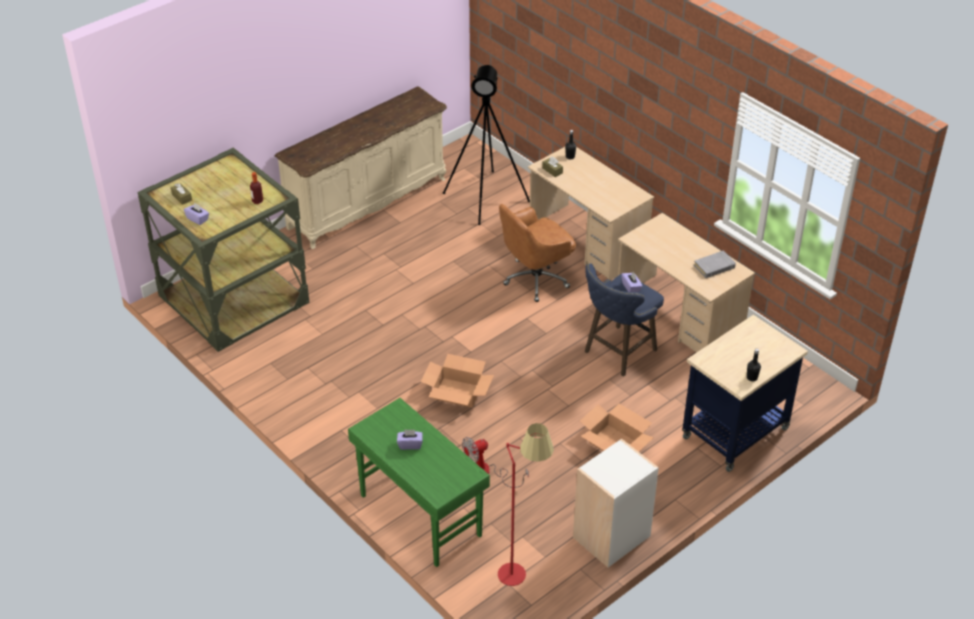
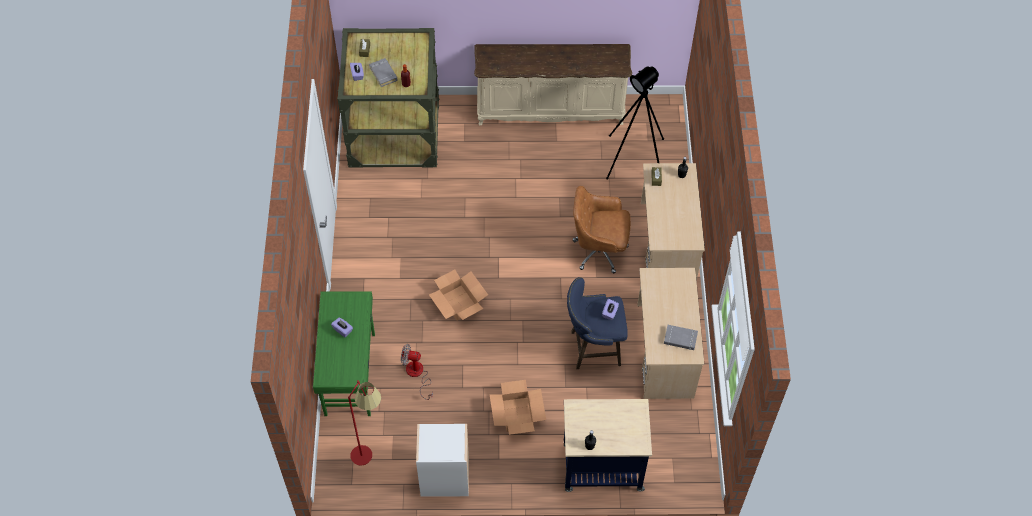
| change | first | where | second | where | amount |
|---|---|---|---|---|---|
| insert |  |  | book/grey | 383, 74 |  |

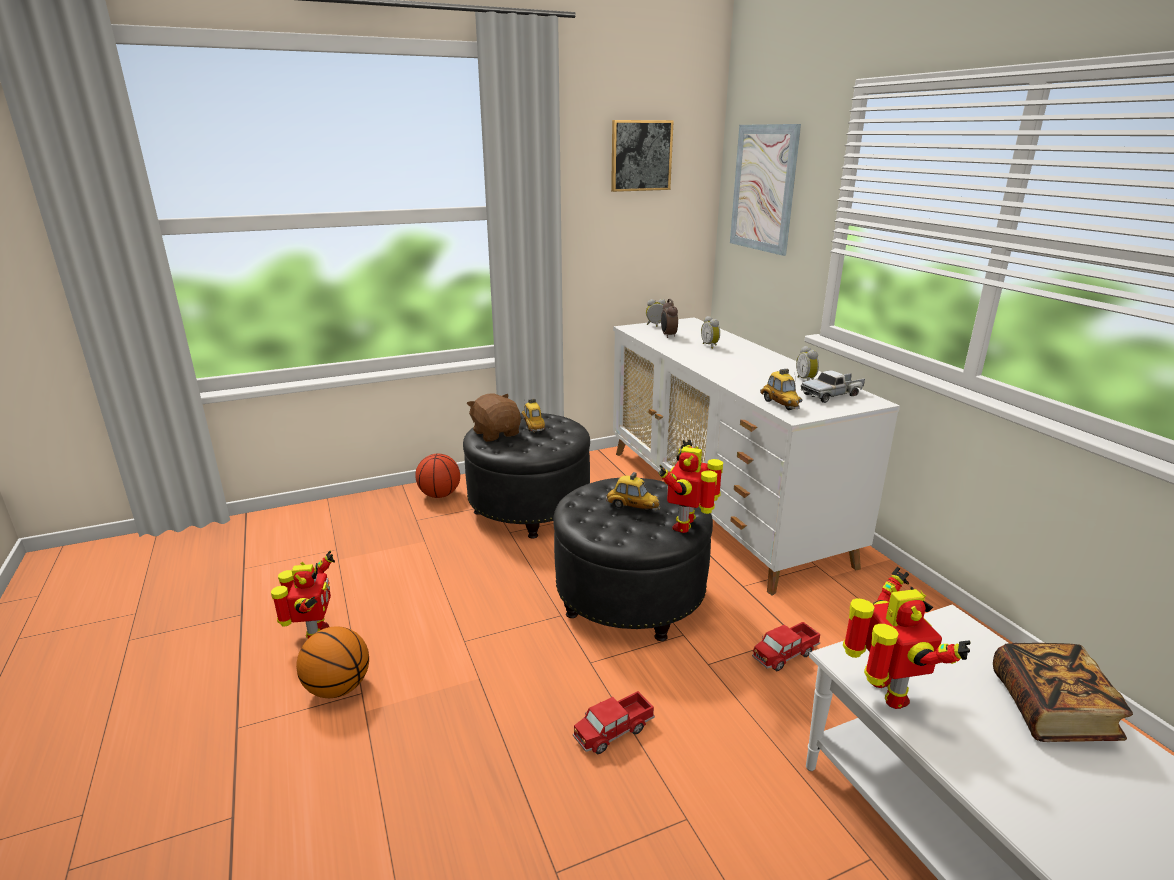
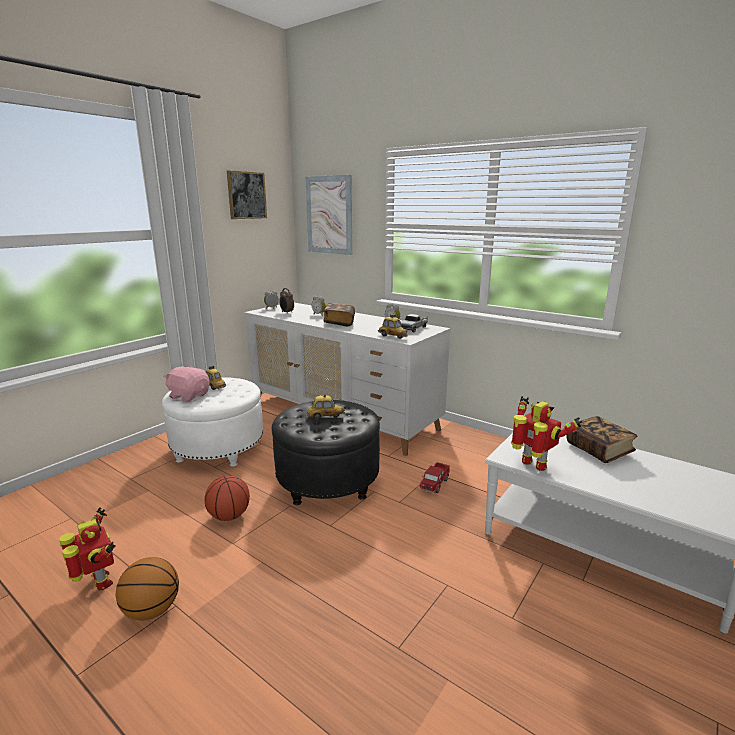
| change | first | where | second | where | amount |
|---|---|---|---|---|---|
| delete | toy truck | 613, 731 |  |  |  |
| delete | toy robot | 687, 525 |  |  |  |
| insert |  |  | book | 339, 323 |  |
| move | basketball | 439, 495 |  | 229, 516 |  |
| recolor | ottoman/black | 529, 509 | ottoman/white | 218, 449 |  |
| recolor | plush toy/brown | 496, 433 | plush toy/pink | 189, 396 |  |

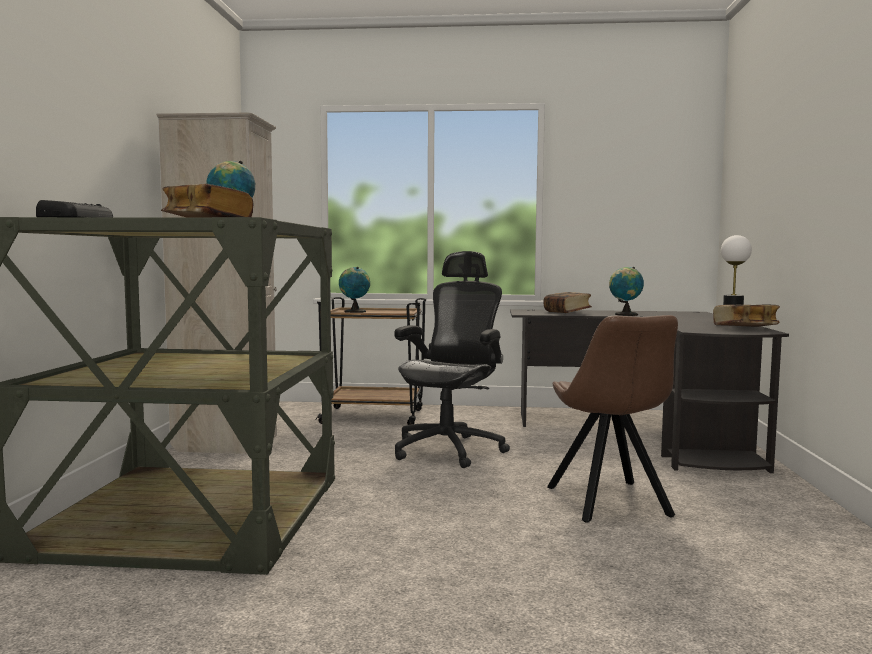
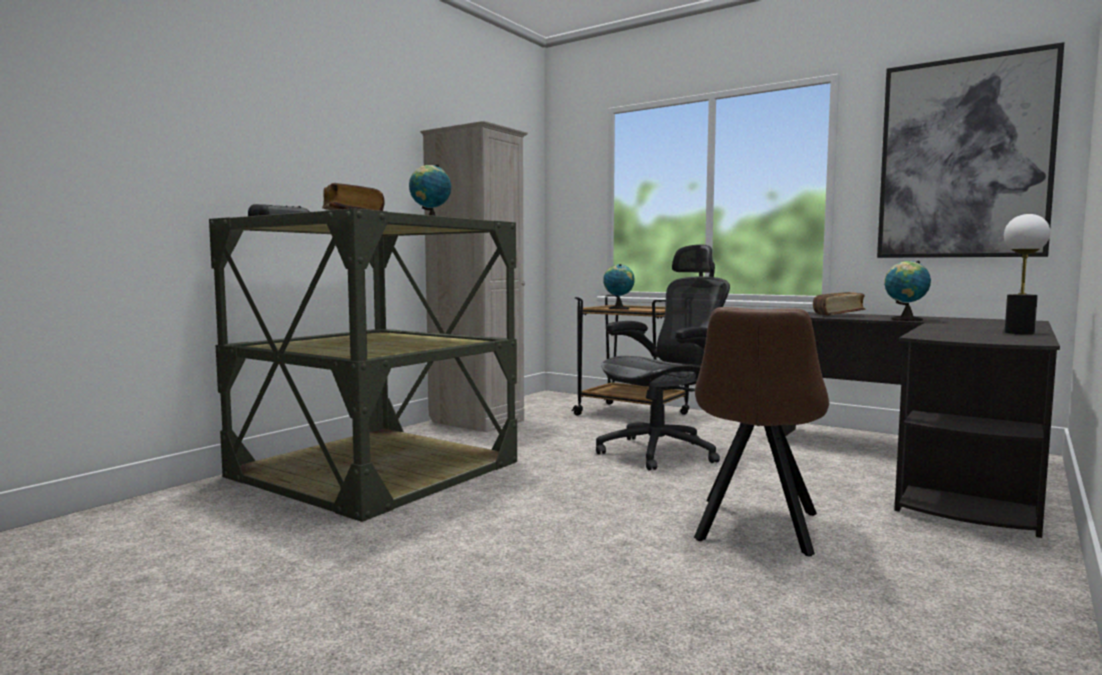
| change | first | where | second | where | amount |
|---|---|---|---|---|---|
| delete | book | 745, 328 |  |  |  |
| insert |  |  | picture | 964, 159 |  |

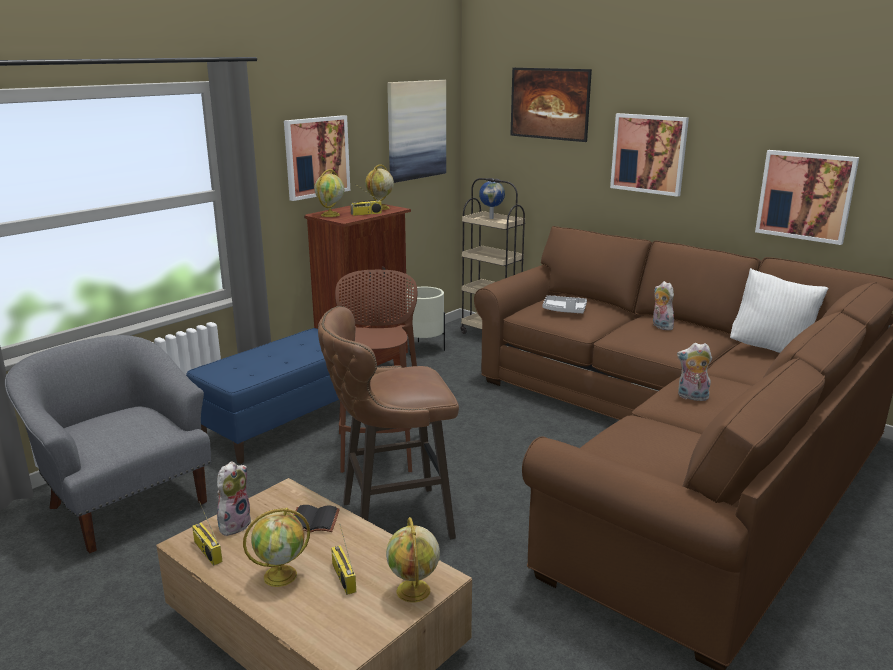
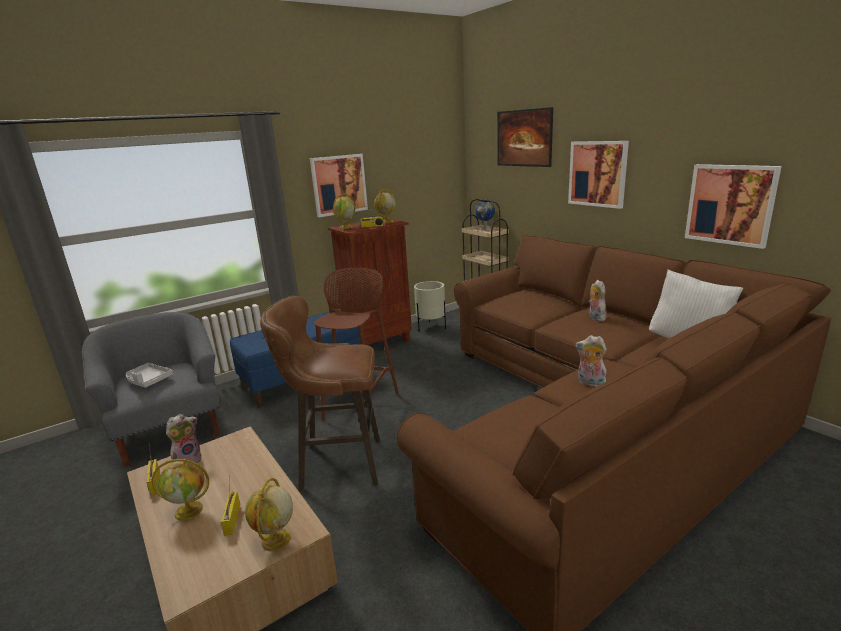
| change | first | where | second | where | amount |
|---|---|---|---|---|---|
| delete | book/black | 315, 520 |  |  |  |
| delete | picture | 416, 130 |  |  |  |
| move | tray/grey | 564, 310 |  | 148, 380 |  |

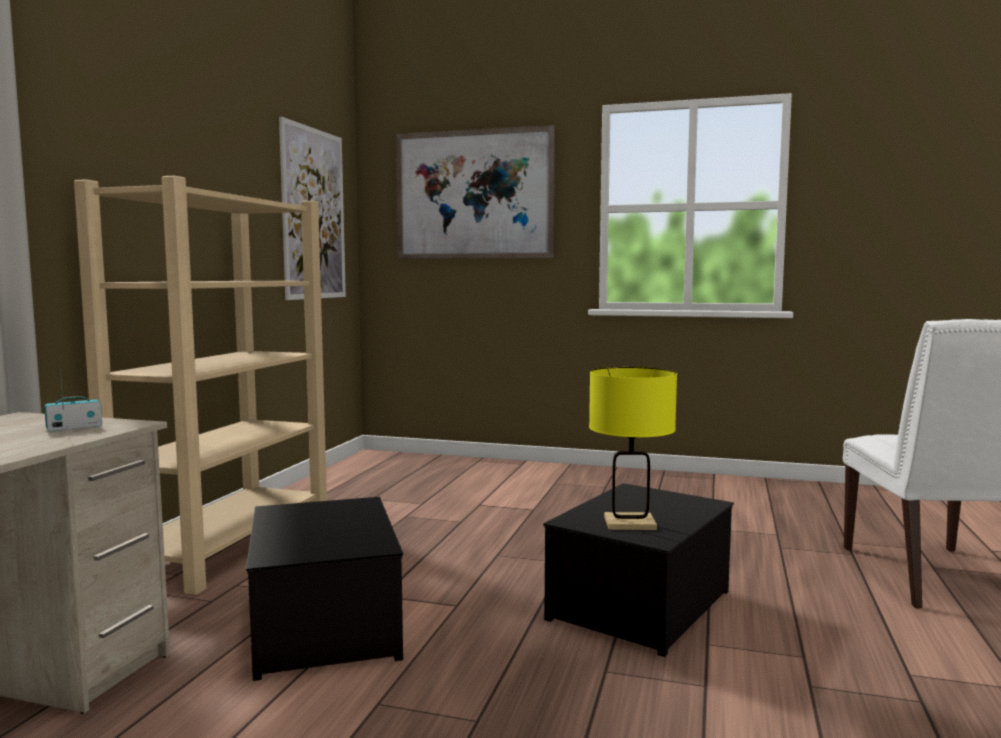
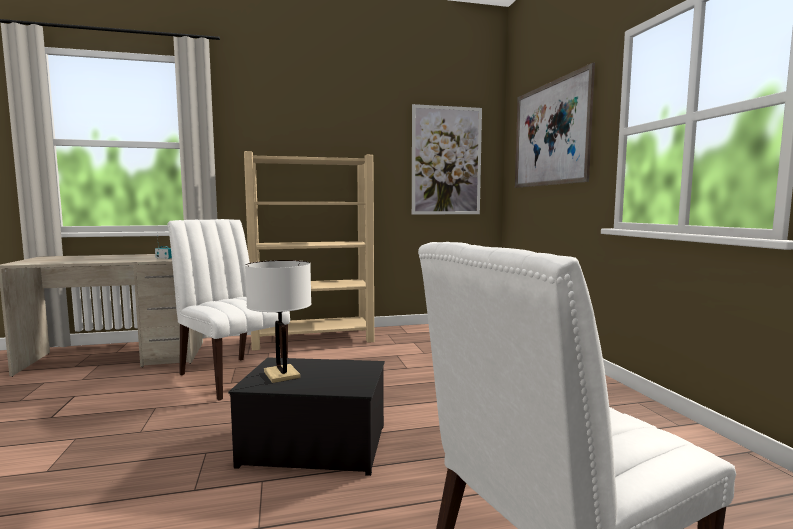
| change | first | where | second | where | amount |
|---|---|---|---|---|---|
| replace | storage box | 322, 625 | chair/white | 233, 377 |  |
| recolor | table lamp/yellow | 630, 523 | table lamp/white | 282, 374 |  |

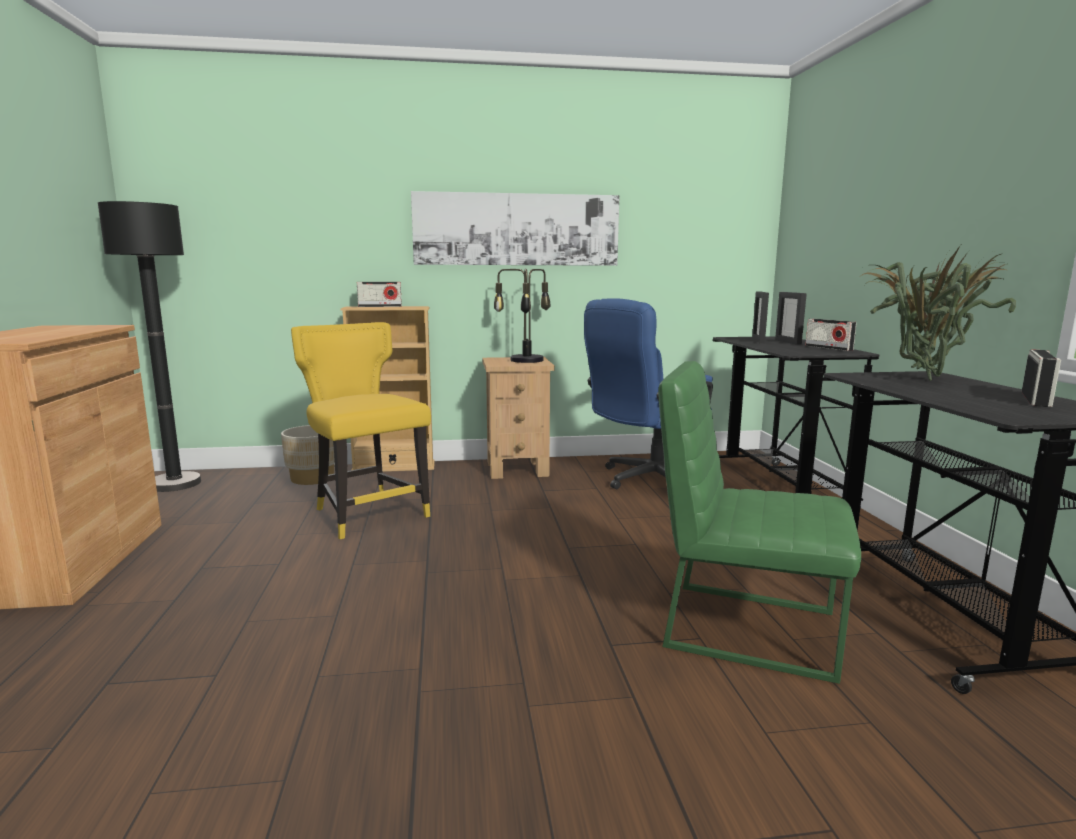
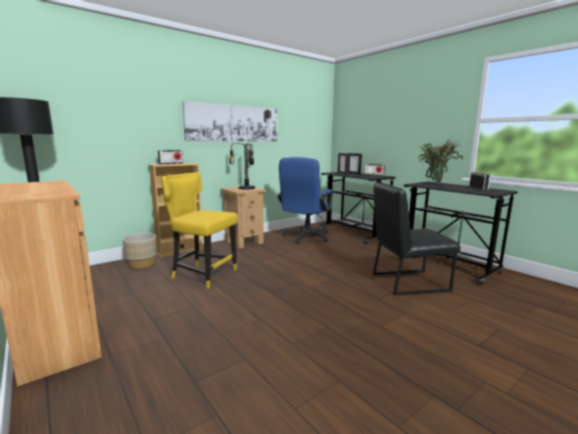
| change | first | where | second | where | amount |
|---|---|---|---|---|---|
| recolor | chair/green | 744, 627 | chair/black | 407, 282 |  |

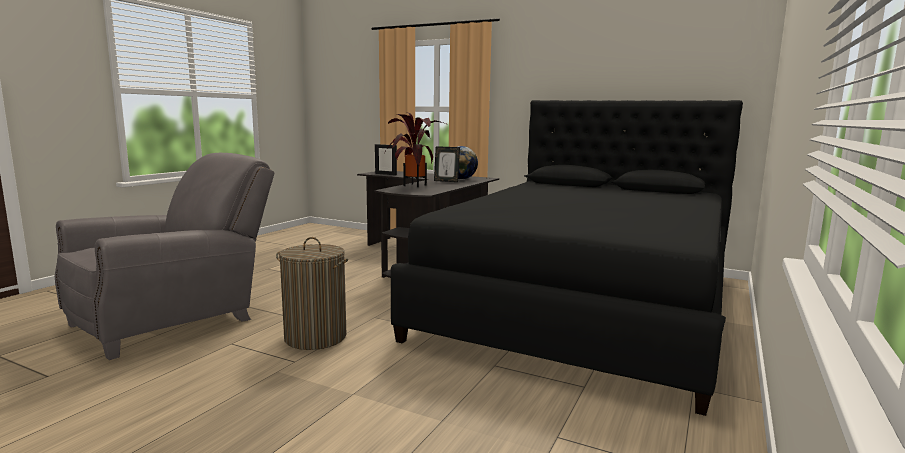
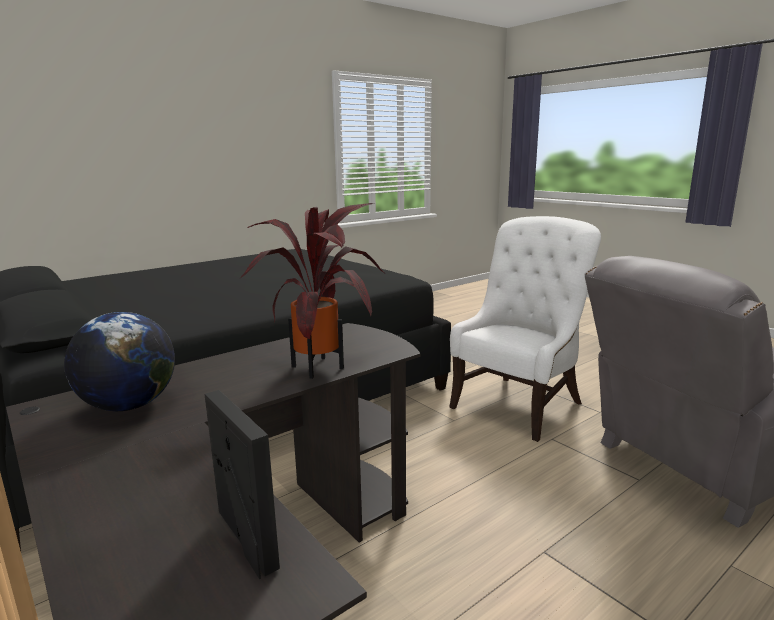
| change | first | where | second | where | amount |
|---|---|---|---|---|---|
| delete | picture frame | 446, 181 |  |  |  |
| replace | laundry basket | 315, 337 | chair/white | 518, 405 |  |

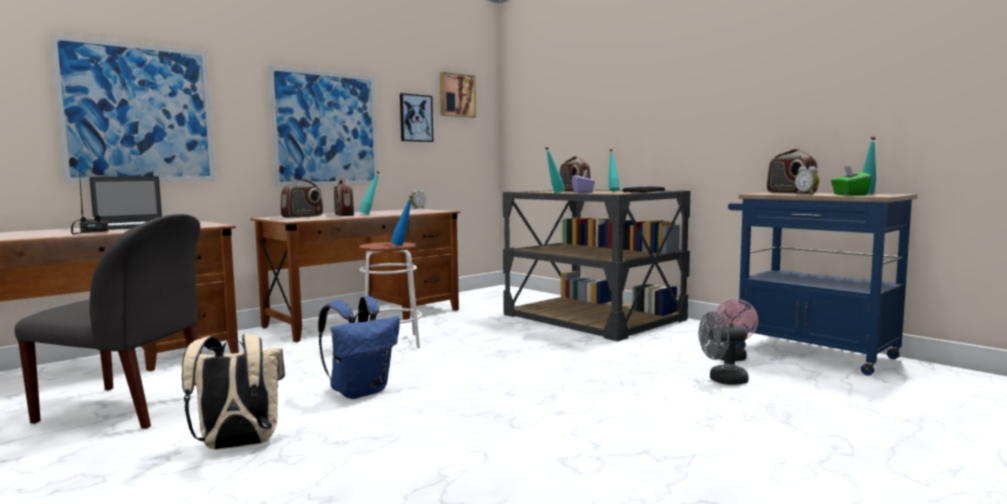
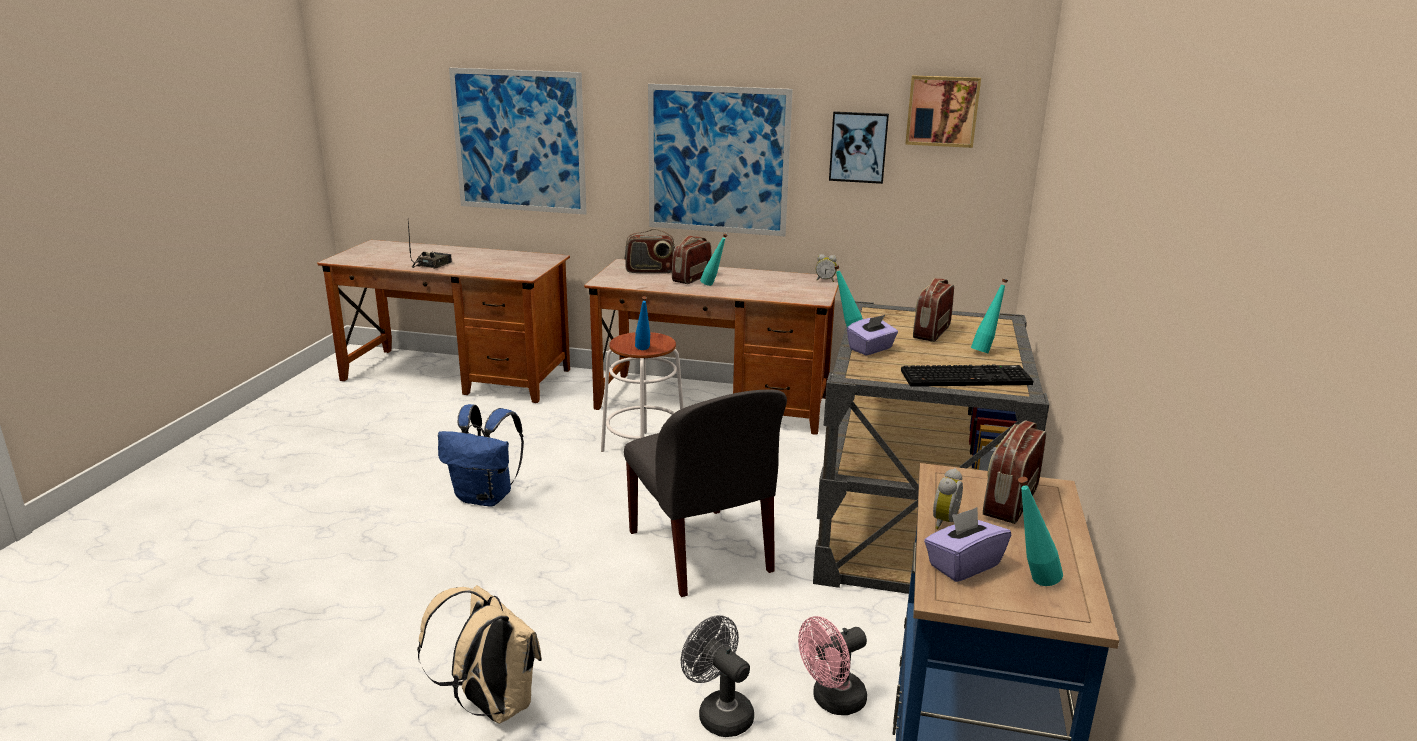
| change | first | where | second | where | amount |
|---|---|---|---|---|---|
| delete | laptop | 134, 226 |  |  |  |
| move | chair/grey | 128, 408 |  | 701, 553 |  |
| move | backpack/beige | 237, 446 |  | 491, 705 |  |
| recolor | tissue box/green | 849, 195 | tissue box/purple | 963, 565 |  |

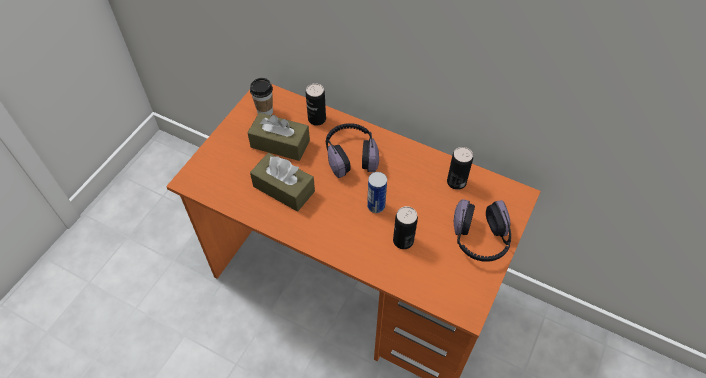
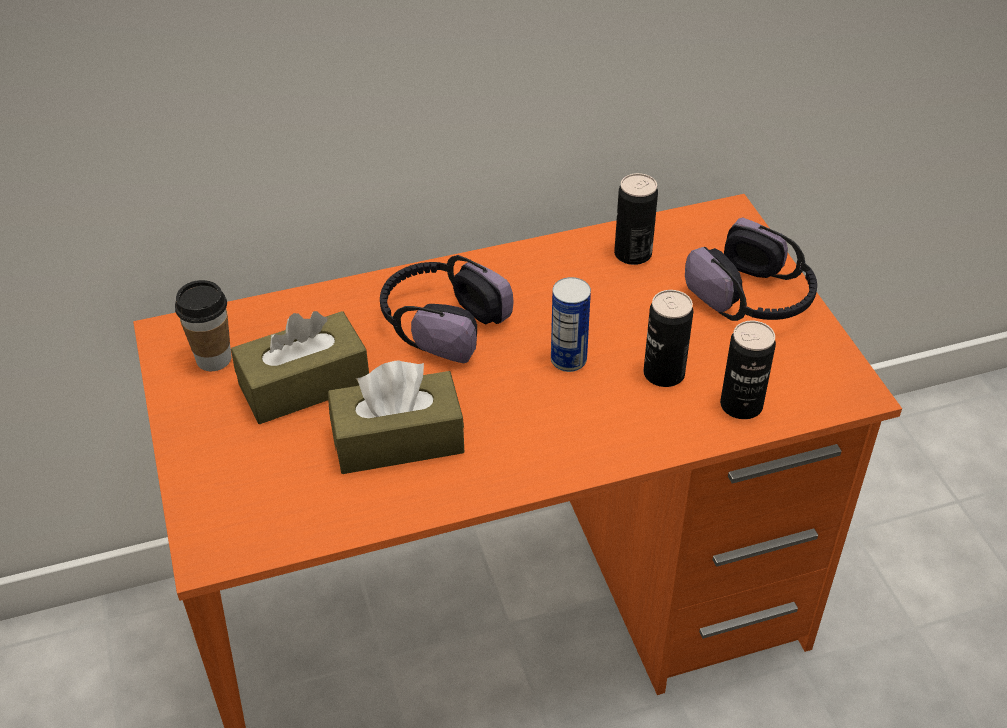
| change | first | where | second | where | amount |
|---|---|---|---|---|---|
| move | can | 317, 119 |  | 741, 405 |  |

